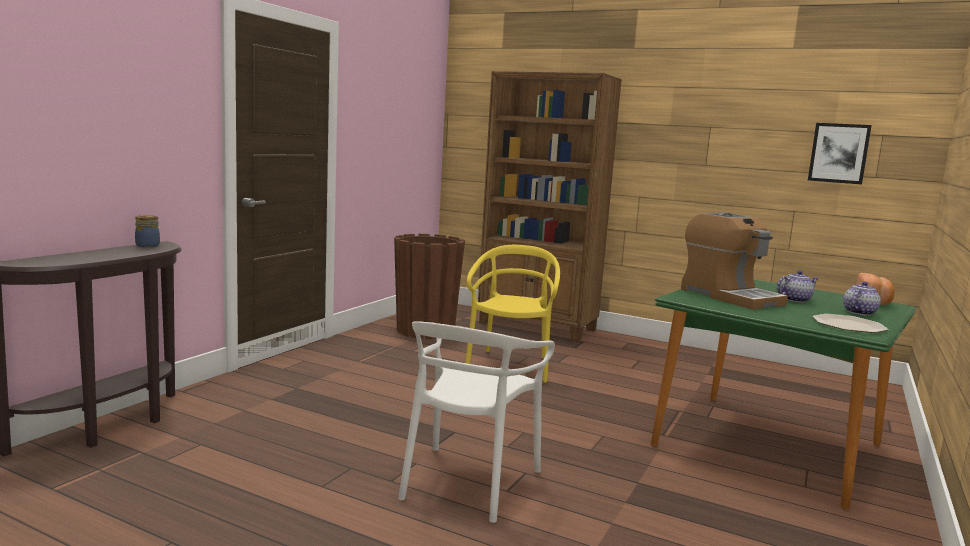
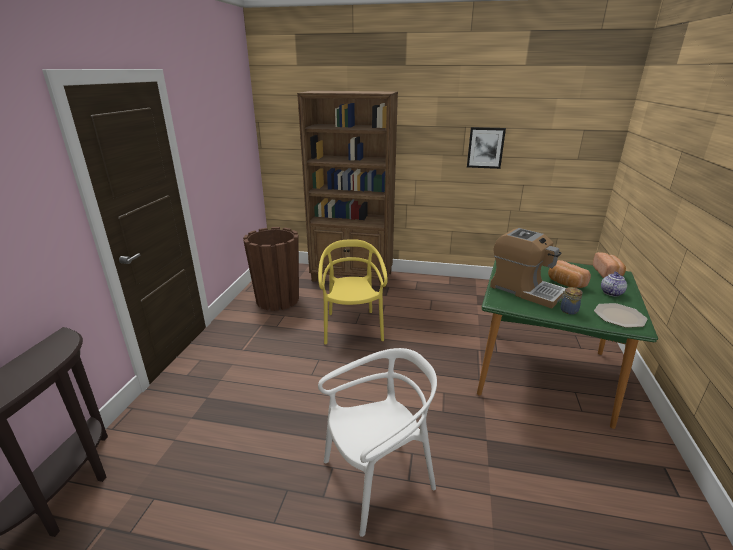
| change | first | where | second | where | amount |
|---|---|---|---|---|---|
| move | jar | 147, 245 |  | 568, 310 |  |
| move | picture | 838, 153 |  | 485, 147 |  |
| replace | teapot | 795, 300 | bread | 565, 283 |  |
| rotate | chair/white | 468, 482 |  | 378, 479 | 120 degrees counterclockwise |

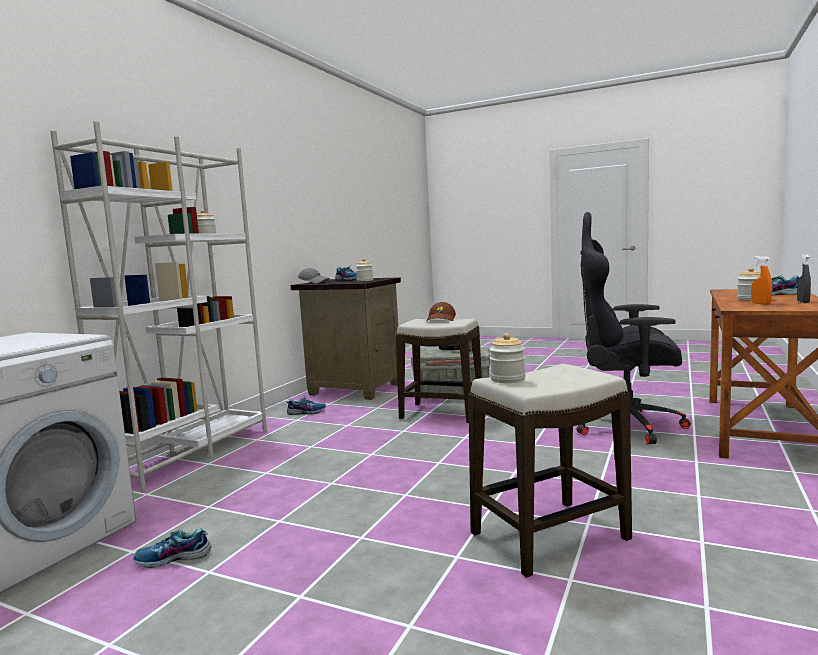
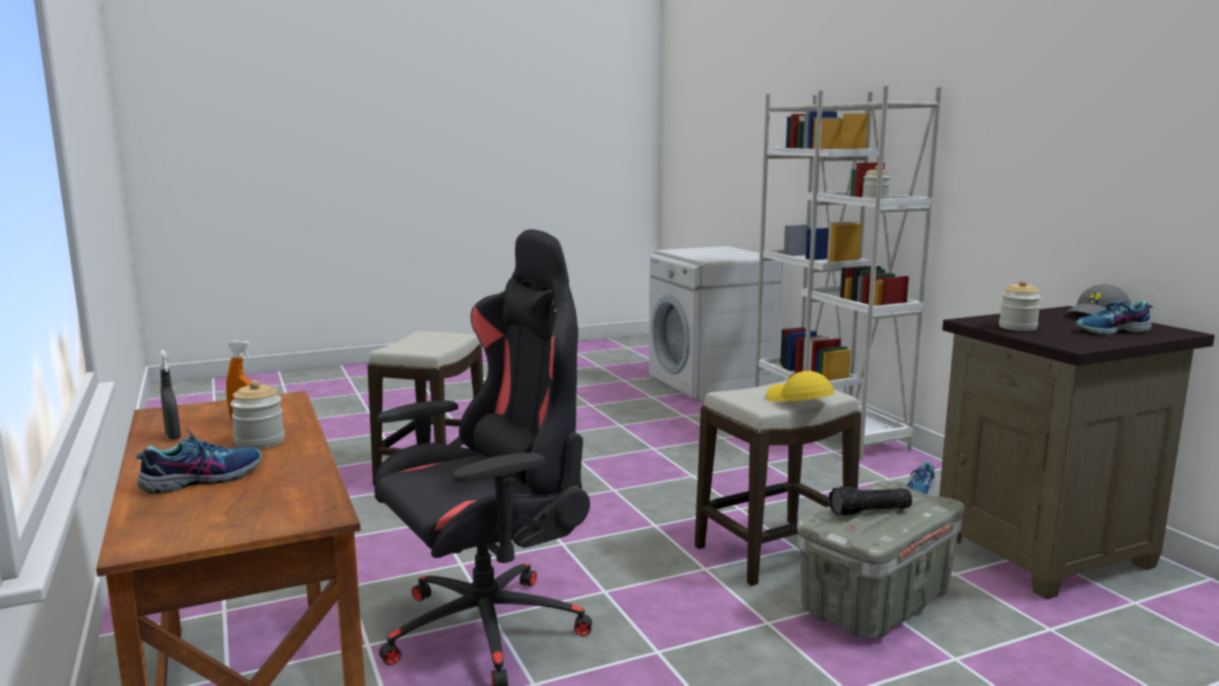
| change | first | where | second | where | amount |
|---|---|---|---|---|---|
| delete | shoe | 173, 558 |  |  |  |
| delete | jar | 507, 379 |  |  |  |
| recolor | cap/brown | 441, 319 | cap/yellow | 798, 401 |  |

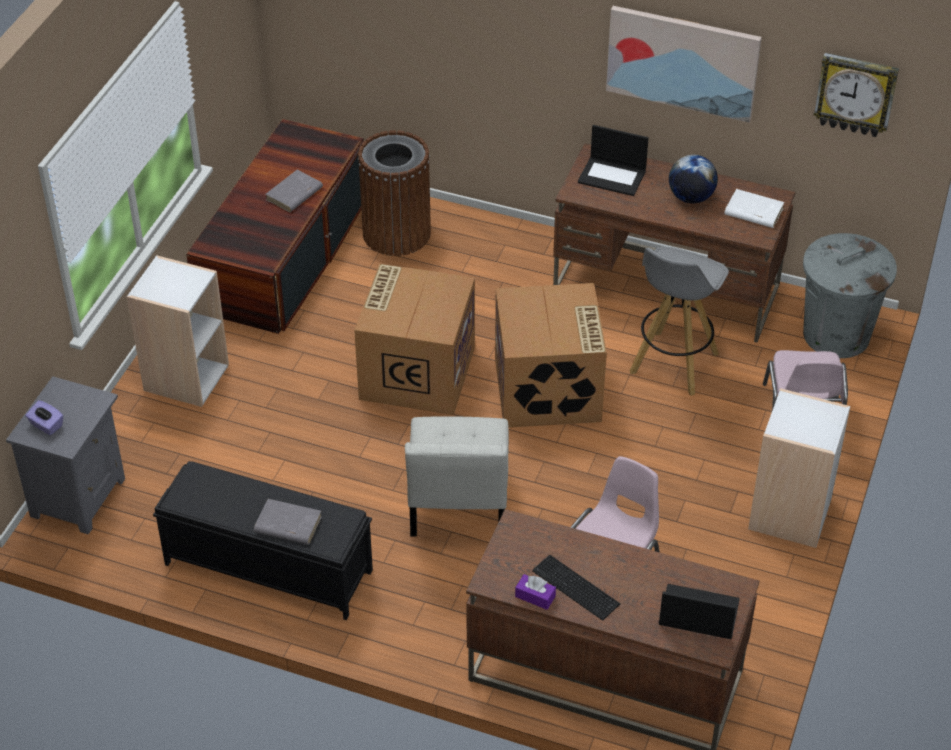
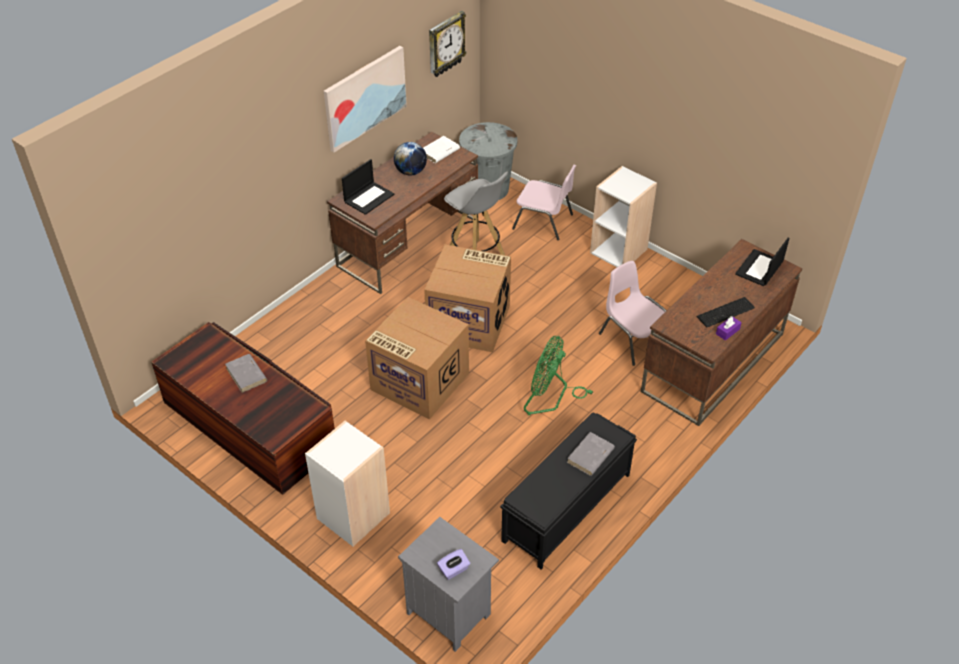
| change | first | where | second | where | amount |
|---|---|---|---|---|---|
| delete | trash can/brown | 396, 233 |  |  |  |
| replace | chair/white | 457, 507 | fan/green | 552, 393 |  |

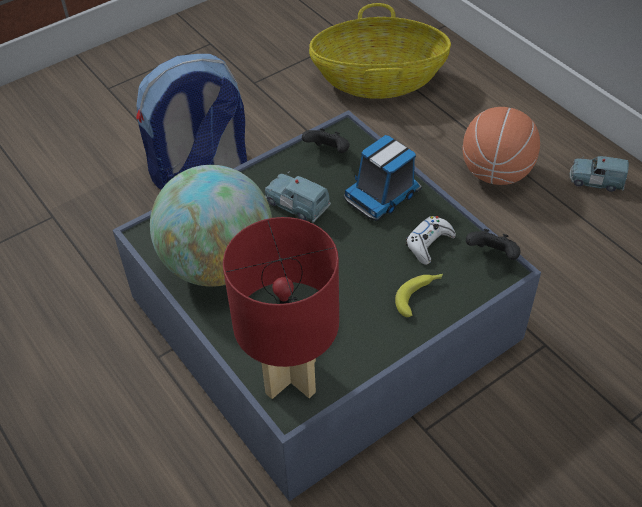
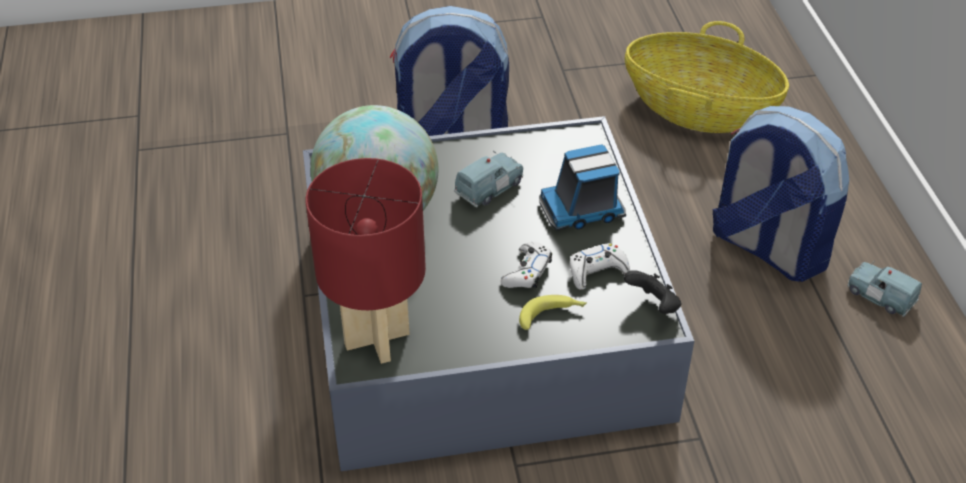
| change | first | where | second | where | amount |
|---|---|---|---|---|---|
| delete | game controller/black | 328, 152 |  |  |  |
| insert |  |  | game controller/white | 527, 272 |  |
| replace | basketball | 496, 173 | backpack | 766, 248 |  |
| rotate | toy car/blue | 297, 205 |  | 490, 188 | 75 degrees clockwise |

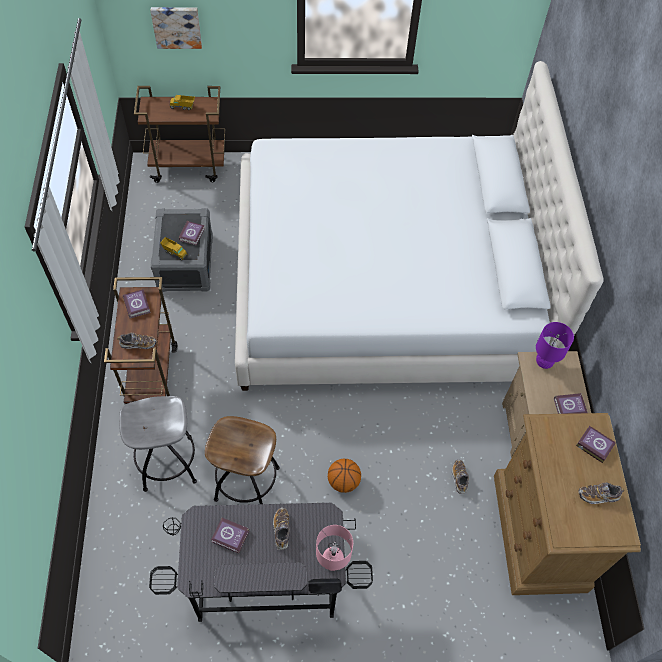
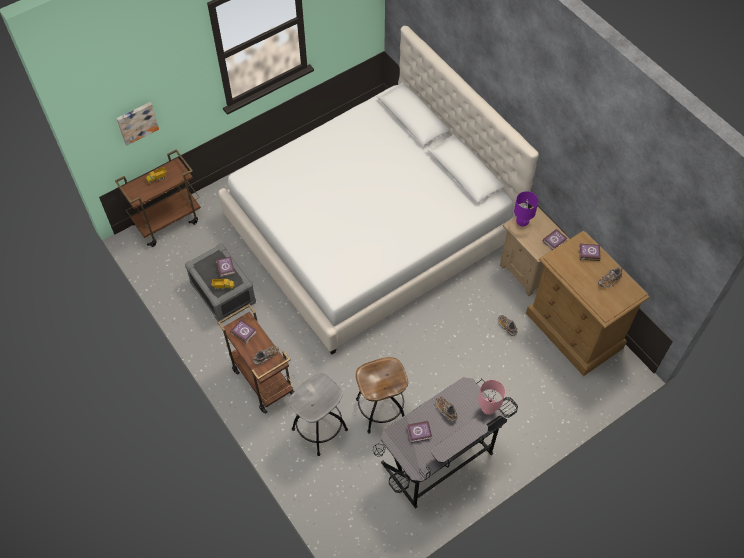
| change | first | where | second | where | amount |
|---|---|---|---|---|---|
| delete | basketball | 343, 481 |  |  |  |

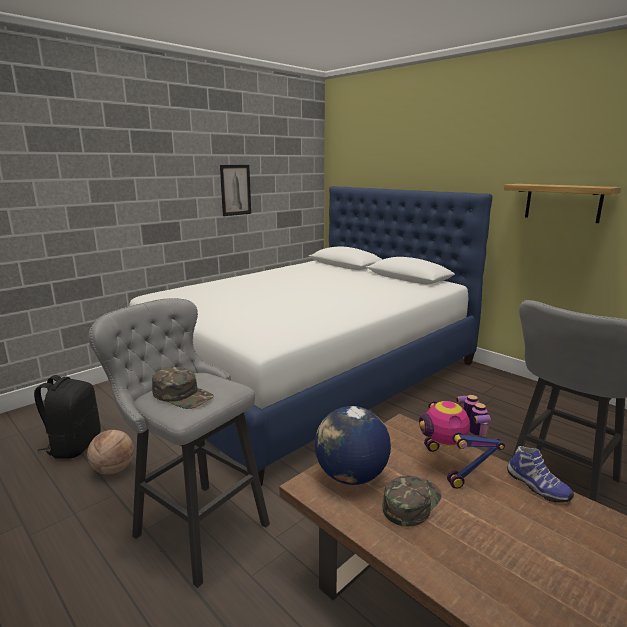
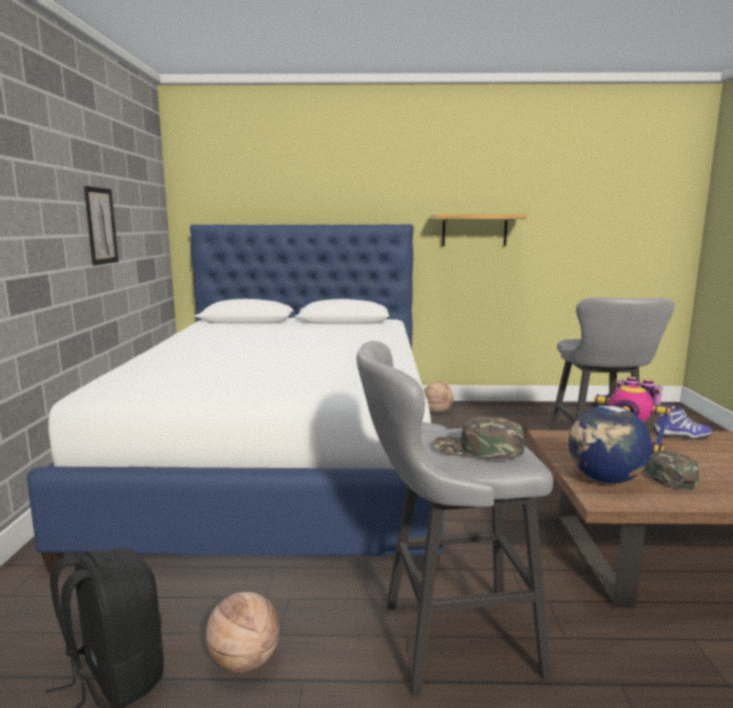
| change | first | where | second | where | amount |
|---|---|---|---|---|---|
| insert |  |  | basketball | 437, 412 |  |
| rotate | cap/green | 183, 395 |  | 478, 449 | 150 degrees counterclockwise |

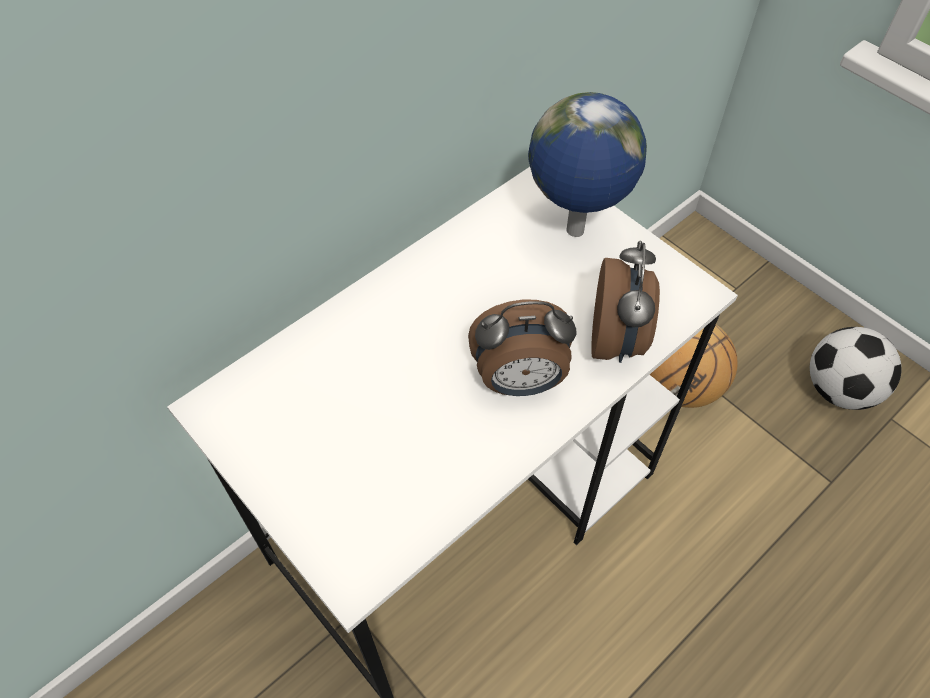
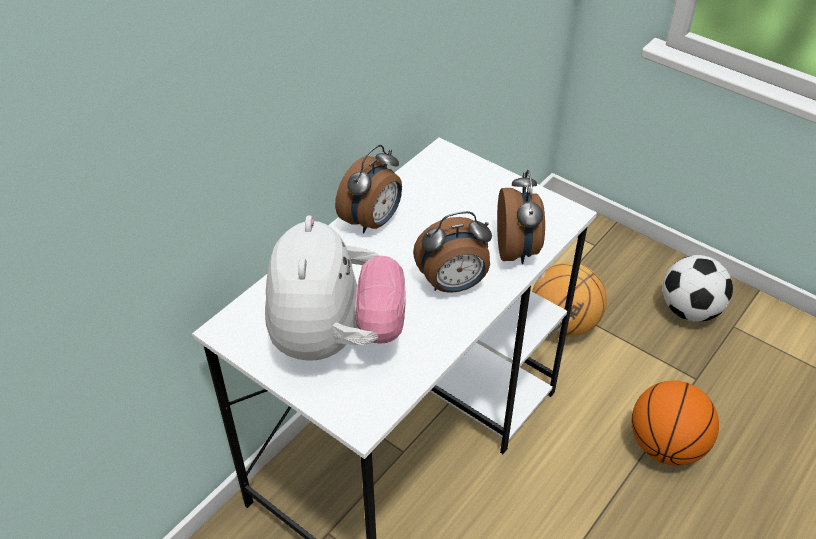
| change | first | where | second | where | amount |
|---|---|---|---|---|---|
| delete | globe | 575, 232 |  |  |  |
| insert |  |  | plush toy | 336, 339 |  |
| insert |  |  | alarm clock | 373, 222 |  |
| insert |  |  | basketball | 665, 446 |  |

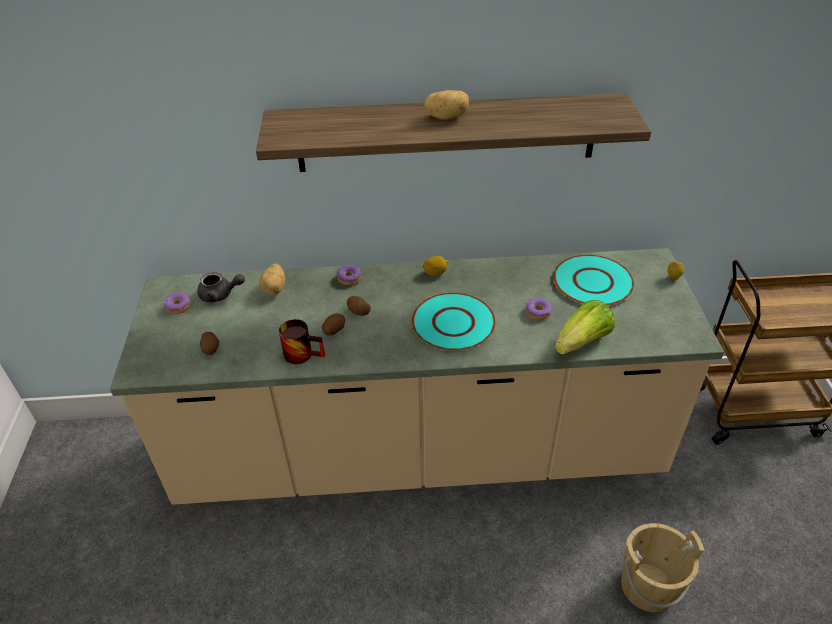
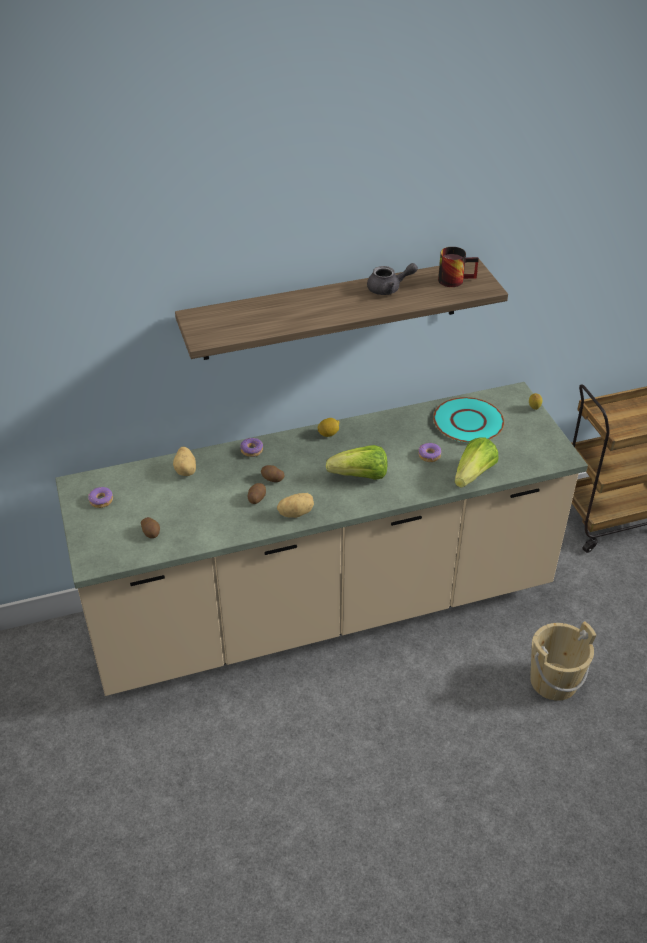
| change | first | where | second | where | amount |
|---|---|---|---|---|---|
| move | teapot/grey | 220, 295 |  | 389, 288 |  |
| move | mug | 304, 353 |  | 455, 279 |  |
| move | potato | 446, 117 |  | 295, 513 |  |
| replace | plate/turquoise | 453, 323 | lettuce | 360, 476 |  |

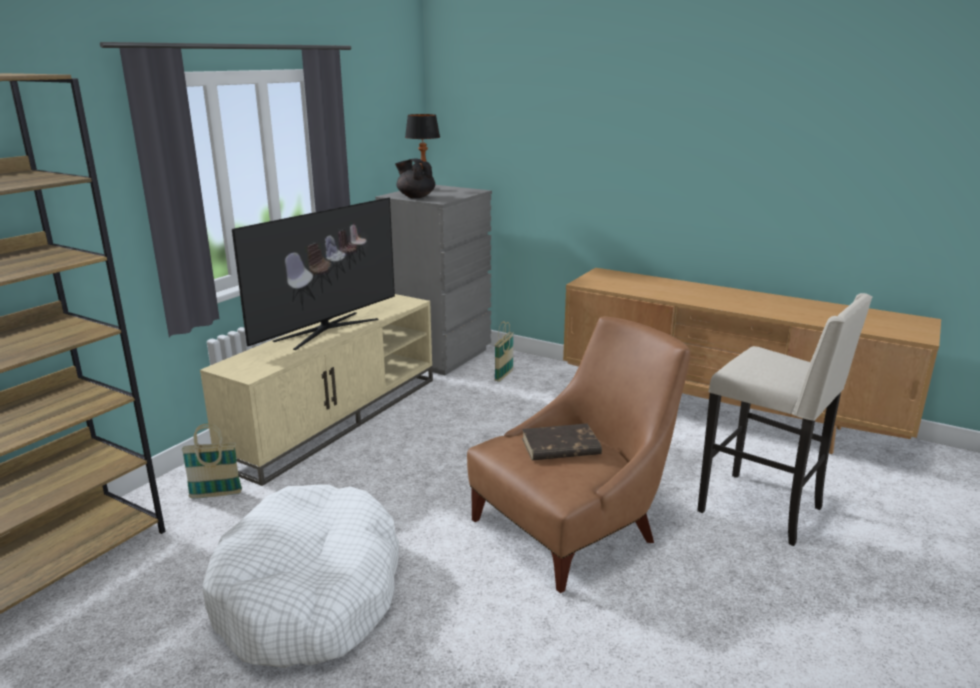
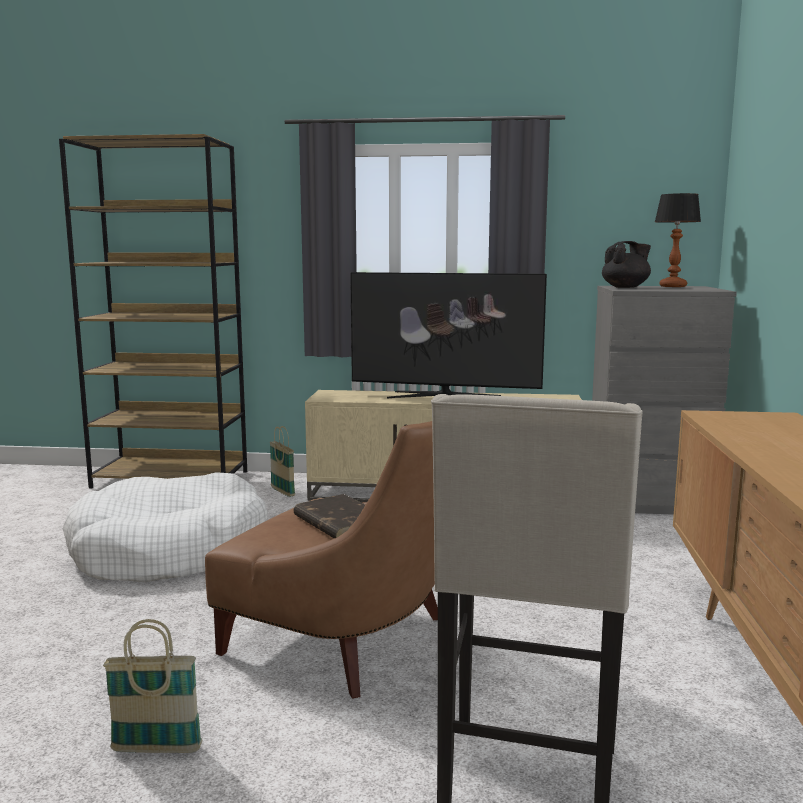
| change | first | where | second | where | amount |
|---|---|---|---|---|---|
| move | basket | 504, 375 |  | 156, 749 |  |
| rotate | teapot/black | 415, 197 |  | 626, 287 | 45 degrees clockwise |

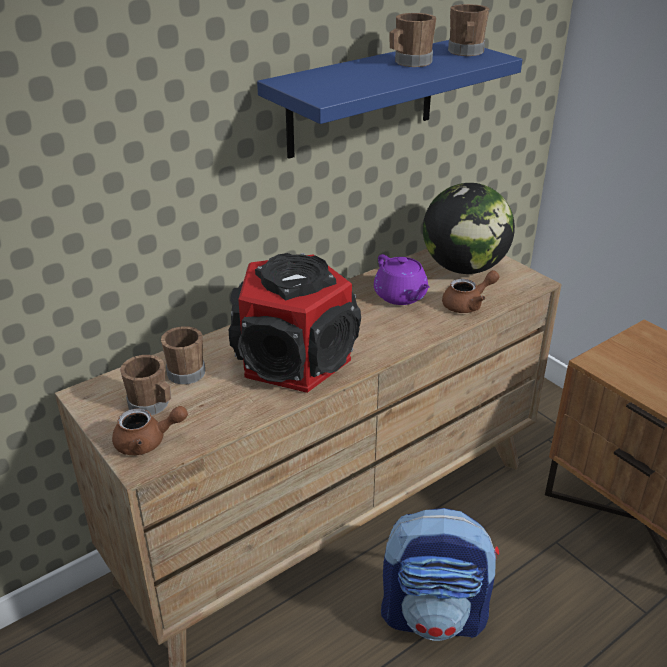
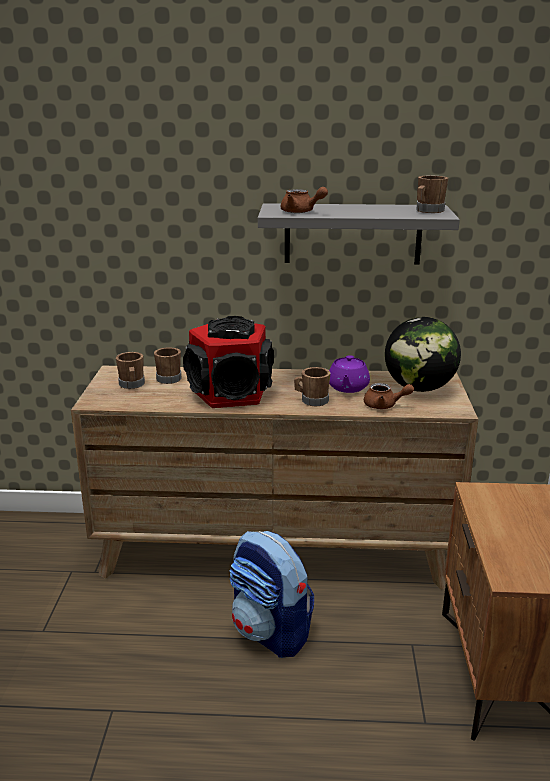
| change | first | where | second | where | amount |
|---|---|---|---|---|---|
| move | teapot/brown | 147, 442 |  | 301, 212 |  |
| move | mug/brown | 409, 63 |  | 311, 400 |  |
| recolor | shelf/blue | 362, 98 | shelf/grey | 352, 234 |  |

